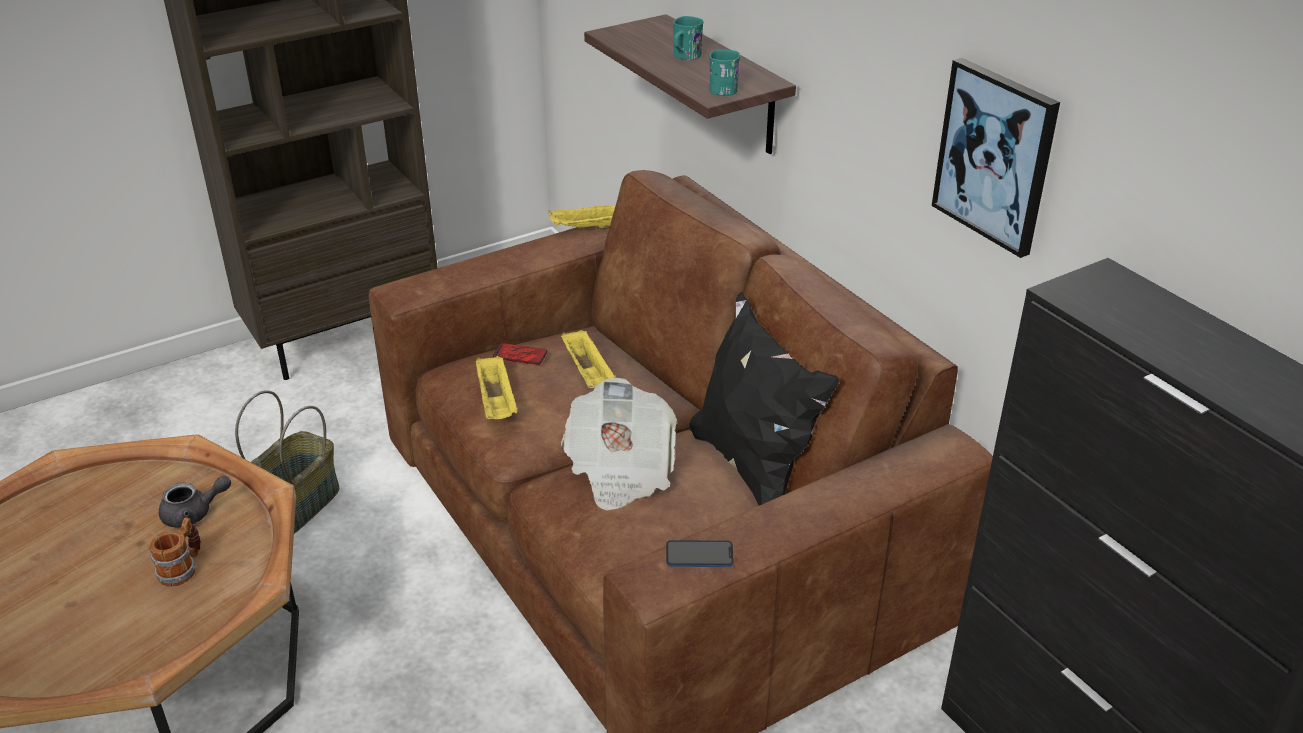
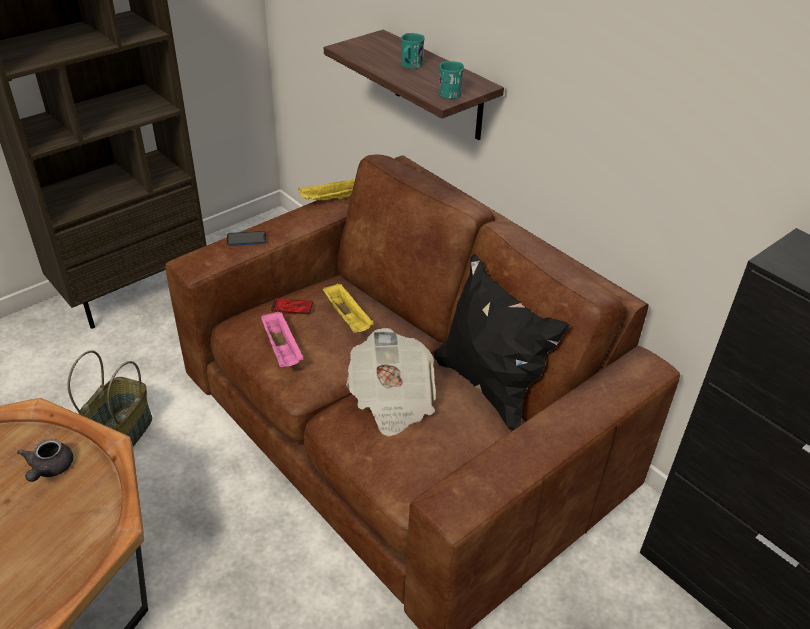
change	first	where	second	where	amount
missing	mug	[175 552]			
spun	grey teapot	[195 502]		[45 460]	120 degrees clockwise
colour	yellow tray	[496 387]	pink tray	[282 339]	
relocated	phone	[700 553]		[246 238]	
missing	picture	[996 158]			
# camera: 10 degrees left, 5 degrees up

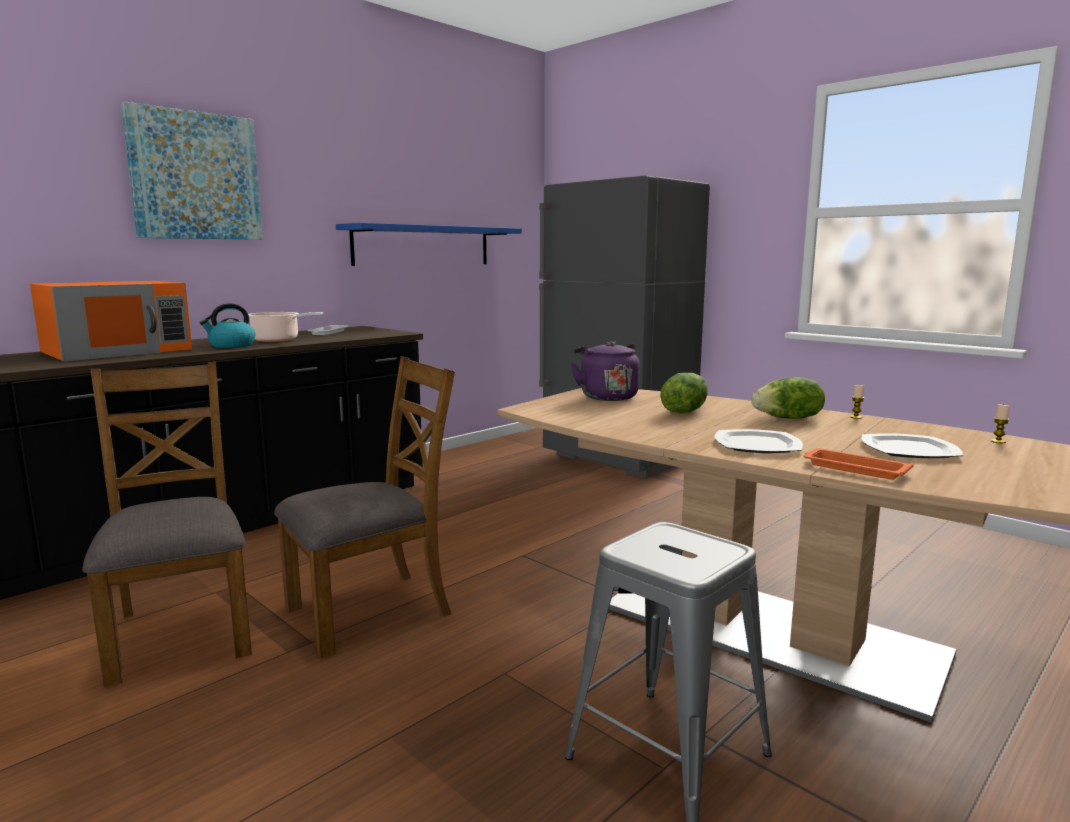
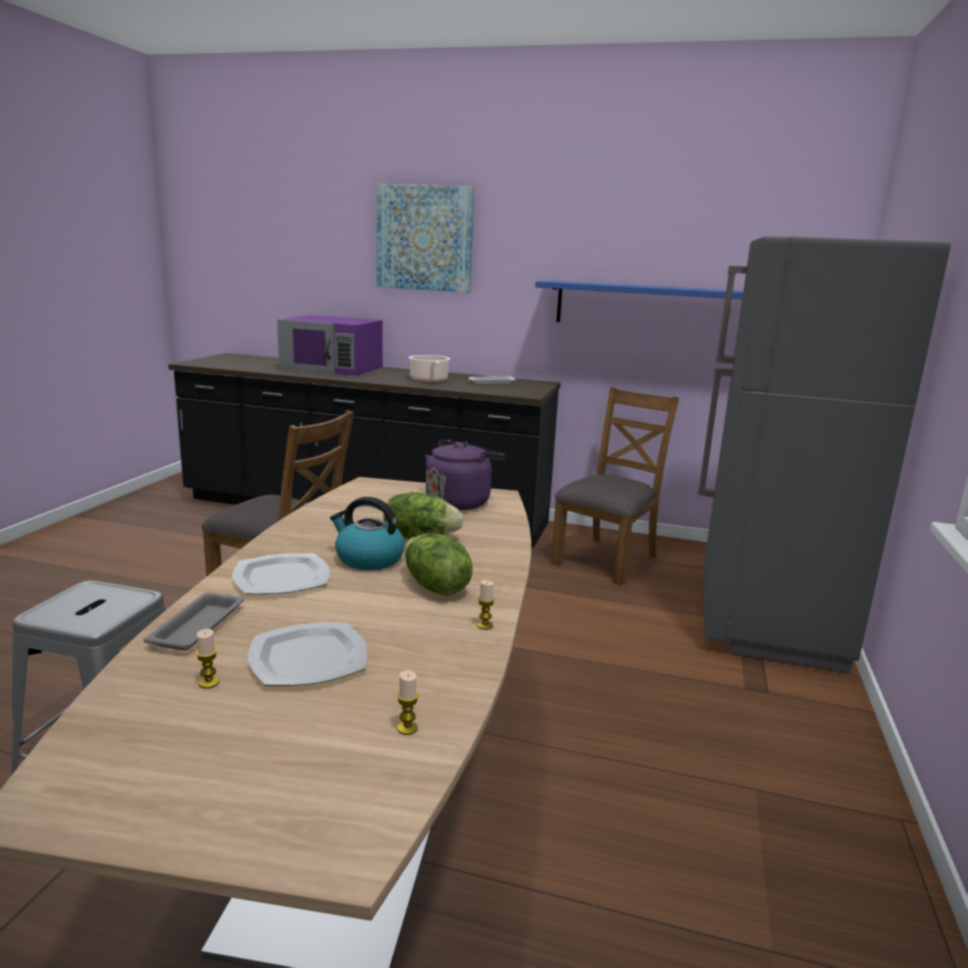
change	first	where	second	where	amount
colour	orange microwave	[111 321]	purple microwave	[330 345]	
relocated	brown chair	[167 524]		[615 486]	
relocated	kettle	[227 325]		[367 533]	
colour	orange tray	[859 464]	grey tray	[194 621]	
appeared			candle	[207 659]	
# camera: 60 degrees right, 5 degrees up

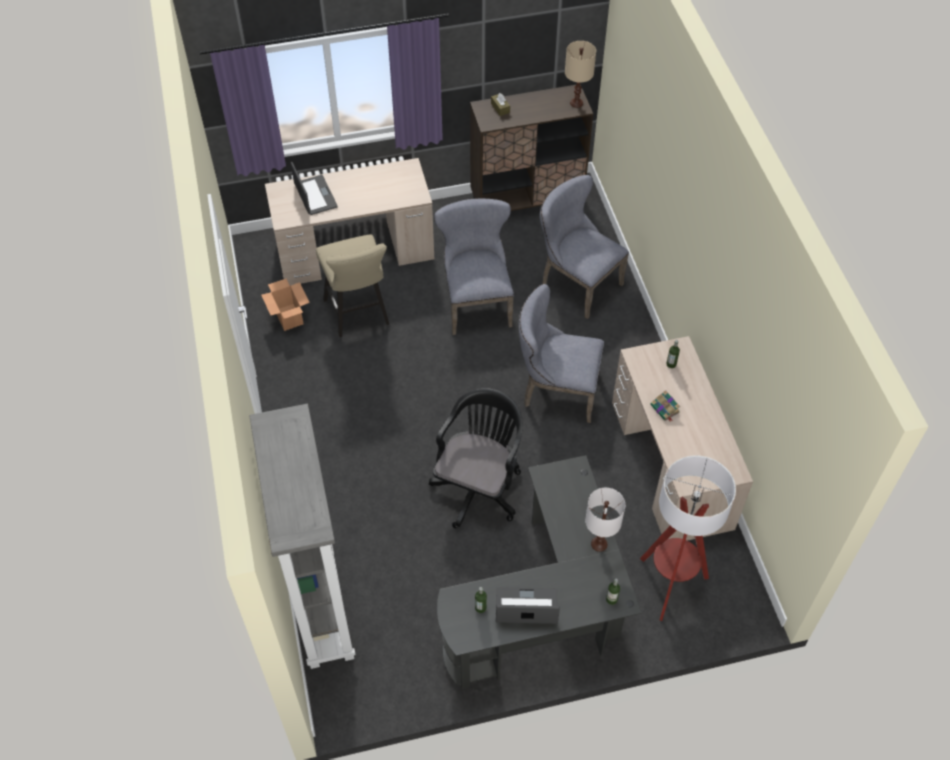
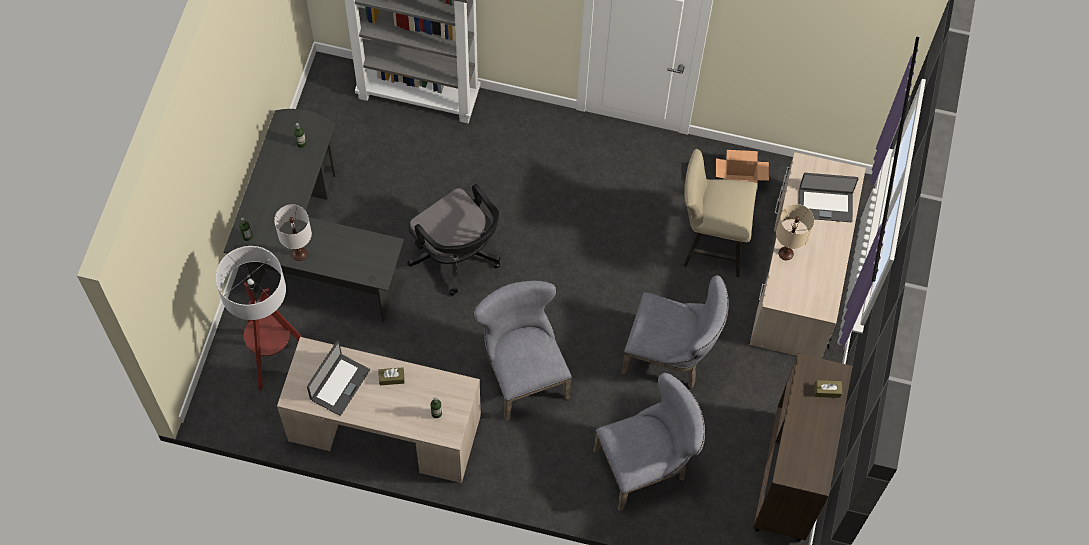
change	first	where	second	where	amount
relocated	laptop	[528 605]		[338 378]	
spun	grey chair	[561 353]		[522 350]	60 degrees counterclockwise
relocated	beige table lamp	[580 74]		[795 232]	
exchanged	book	[665 406]	brown tissue box	[391 376]	
# camera: 115 degrees right, 10 degrees up

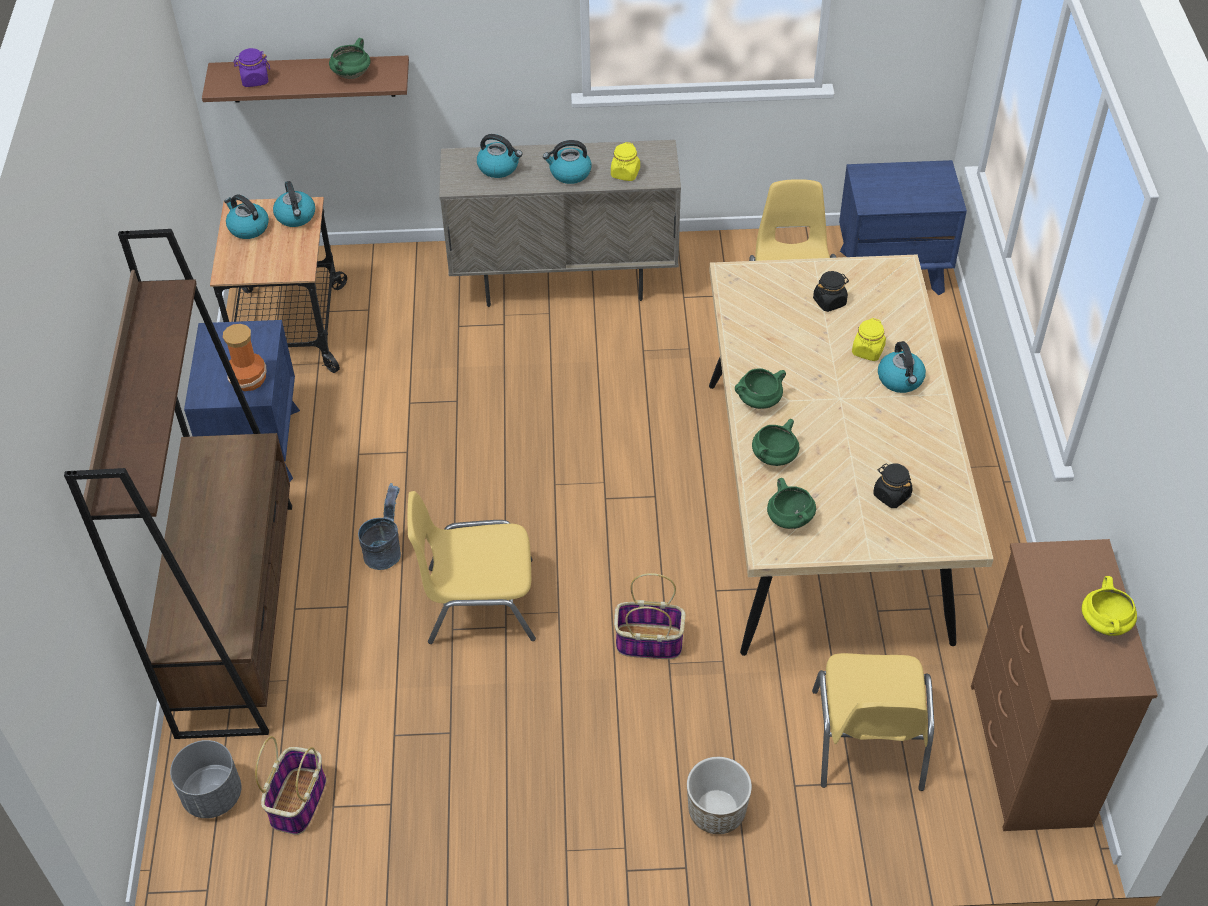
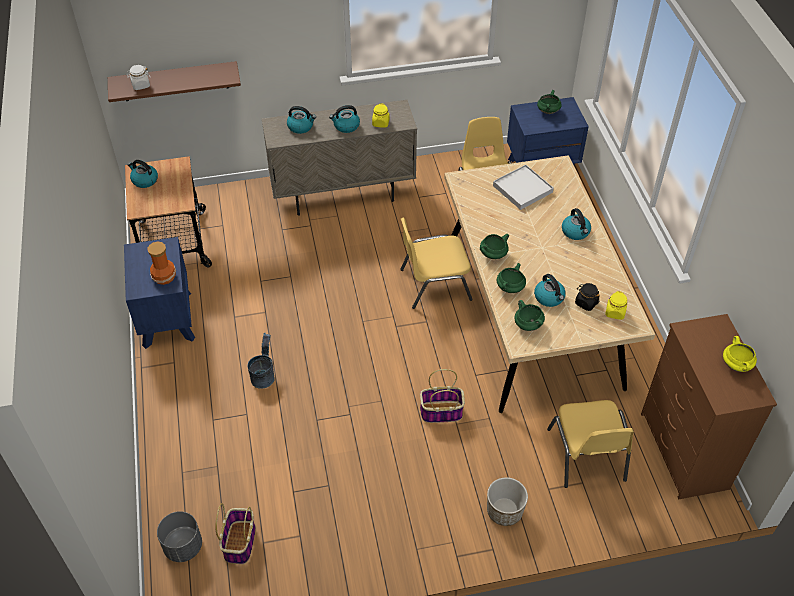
change	first	where	second	where	amount
missing	brown bookcase	[178 484]			
colour	purple jar	[252 67]	white jar	[138 77]	
relocated	kettle	[294 204]		[550 290]	
relocated	green cooking pot	[350 58]		[549 102]	
relocated	yellow chair	[471 567]		[436 263]	
exchanged	black jar	[831 291]	white tray	[523 187]	
relocated	yellow jar	[869 339]		[616 305]	
# camera: 10 degrees left, 0 degrees up

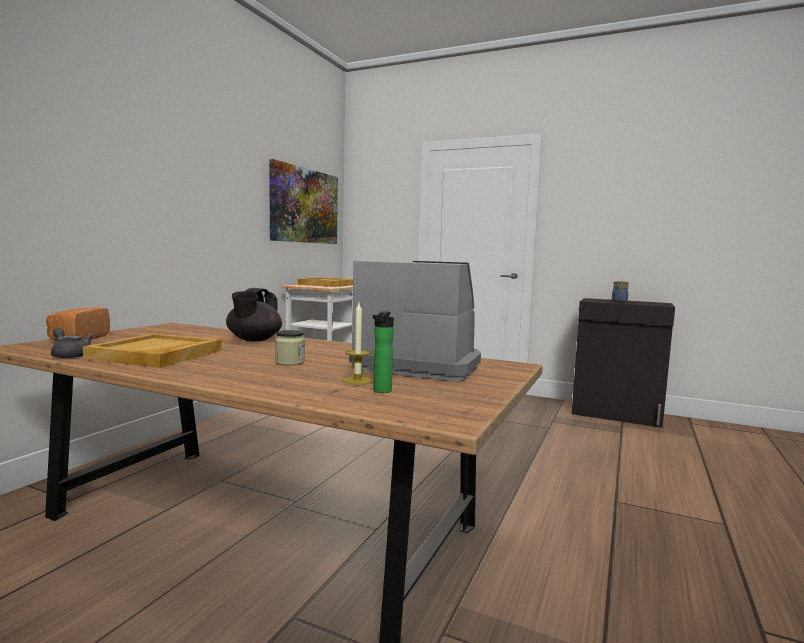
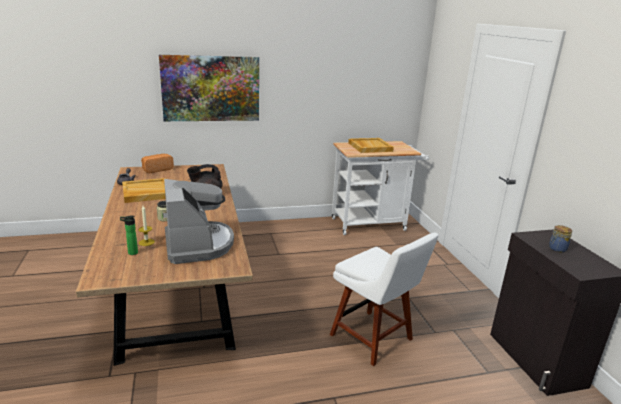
change	first	where	second	where	amount
relocated	picture	[303 201]		[209 88]	
appeared			white chair	[384 299]	
# camera: 50 degrees right, 15 degrees up

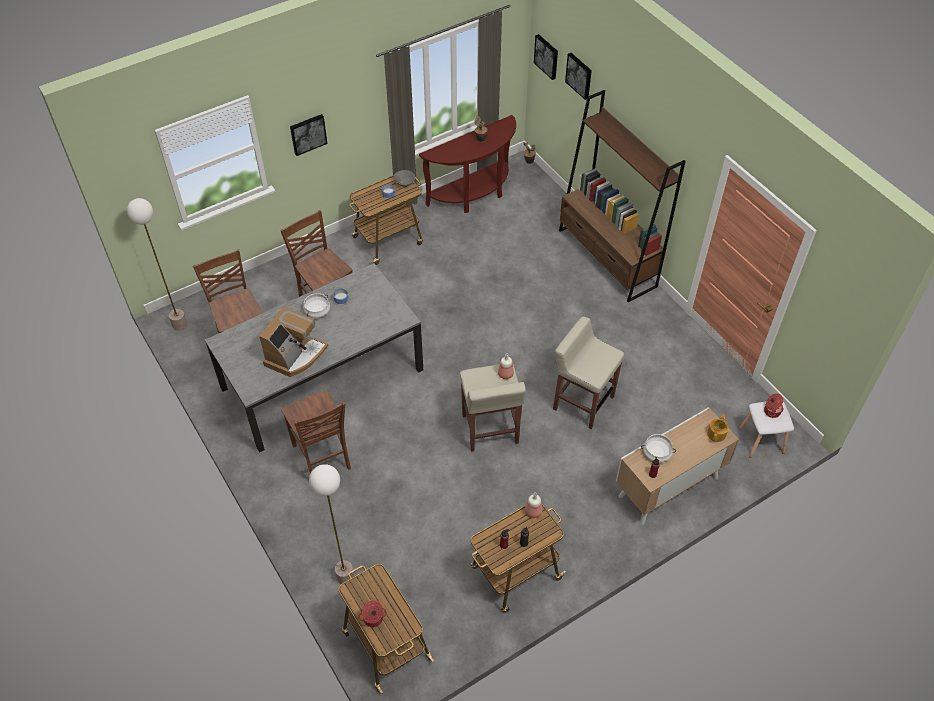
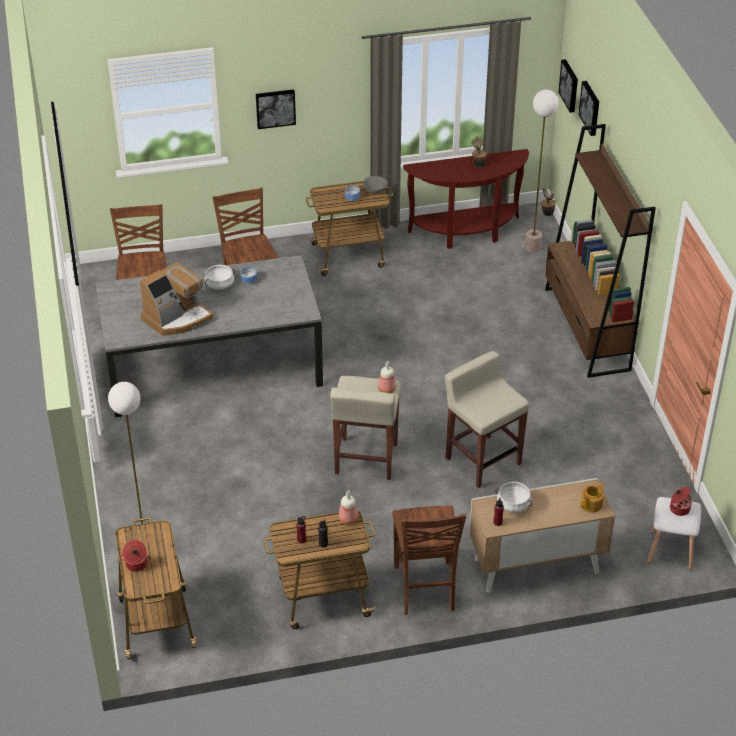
change	first	where	second	where	amount
relocated	floor lamp	[157 264]		[542 171]	
relocated	brown chair	[316 432]		[429 560]	
# camera: 20 degrees right, 10 degrees down

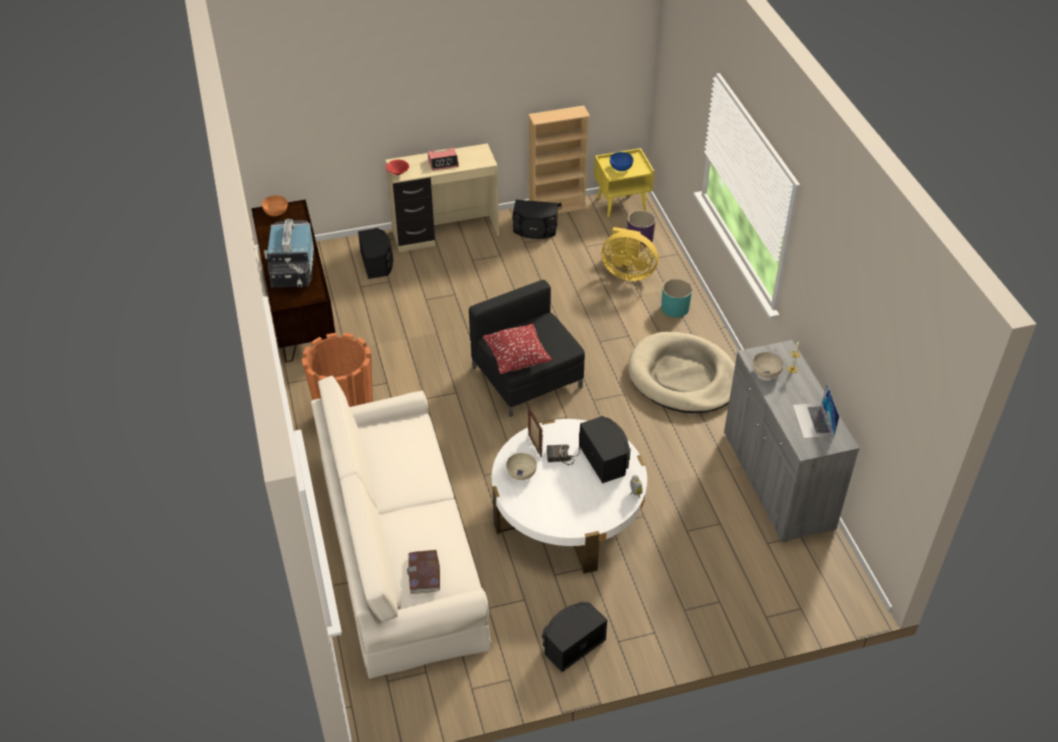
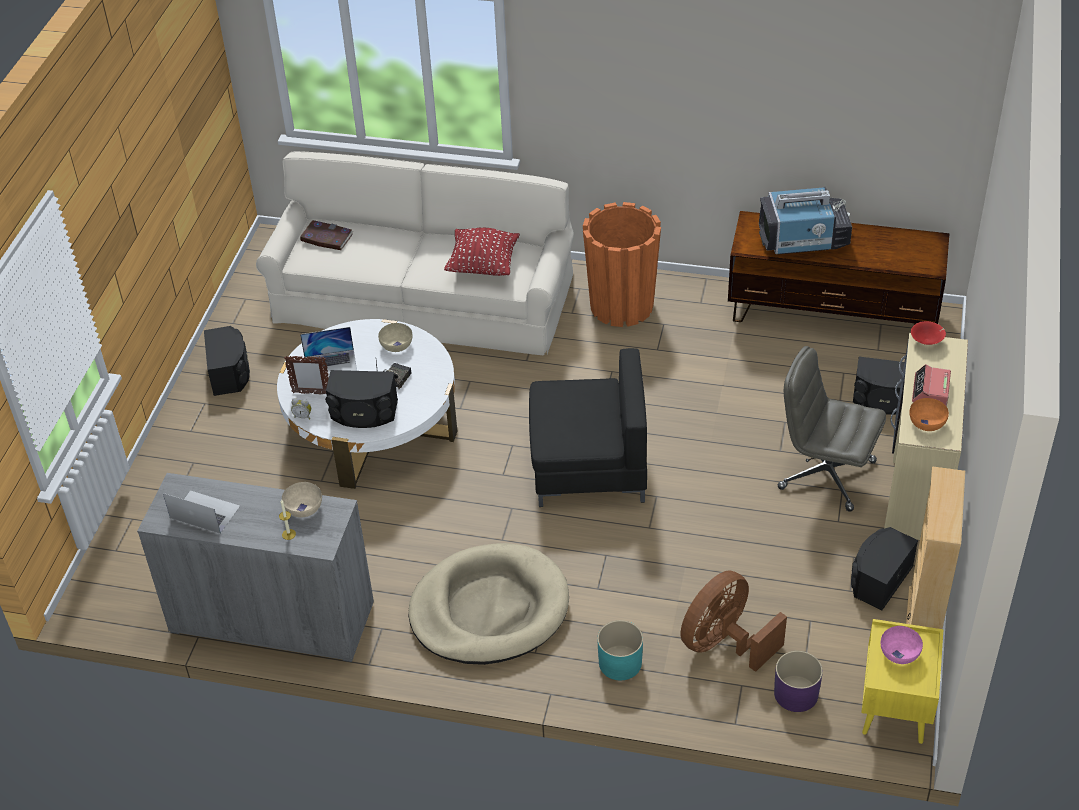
change	first	where	second	where	amount
relocated	orange bowl	[275 205]		[929 414]	
spun	television	[289 253]		[805 220]	150 degrees clockwise
relocated	red pillow	[517 349]		[482 252]	
relocated	picture frame	[535 431]		[306 374]	
colour	yellow fan	[630 254]	brown fan	[733 621]	
colour	blue bowl	[621 161]	pink bowl	[902 645]	
appeared			laptop	[328 352]	
appeared			grey office chair	[832 429]	
# camera: 120 degrees right, 0 degrees up

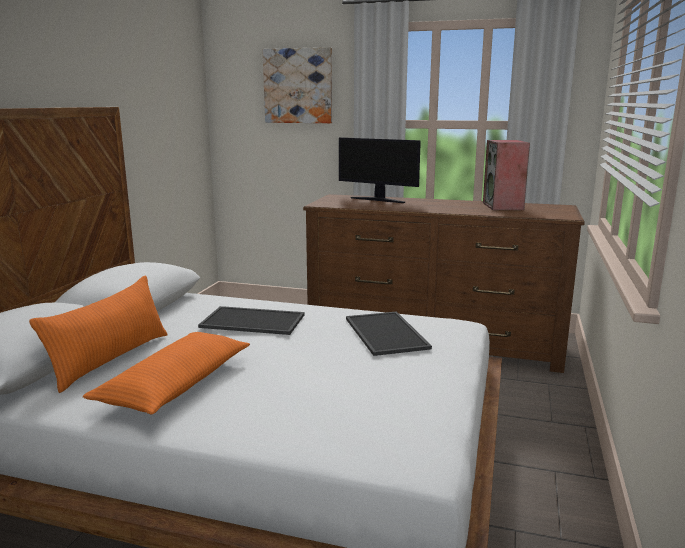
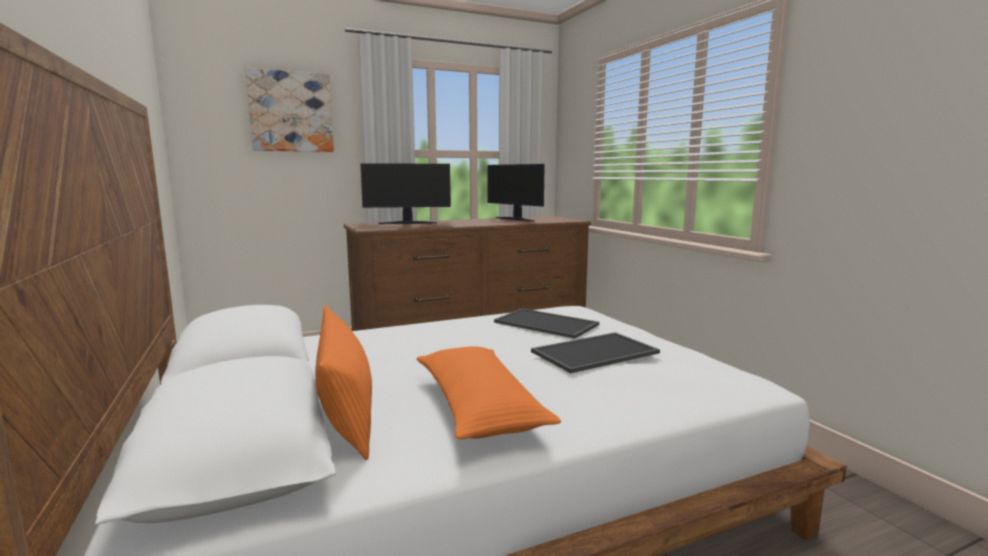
change	first	where	second	where	amount
relocated	tray	[251 320]		[595 352]	
exchanged	speaker	[506 175]	monitor	[516 193]	
# camera: 40 degrees left, 5 degrees down

